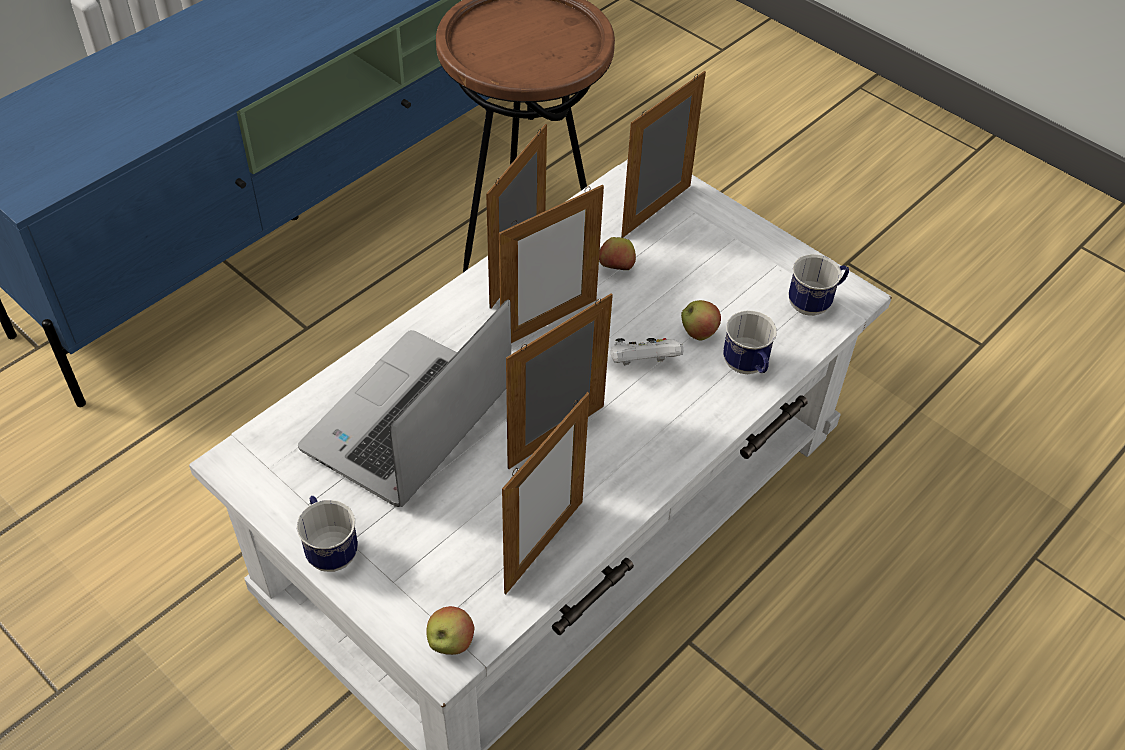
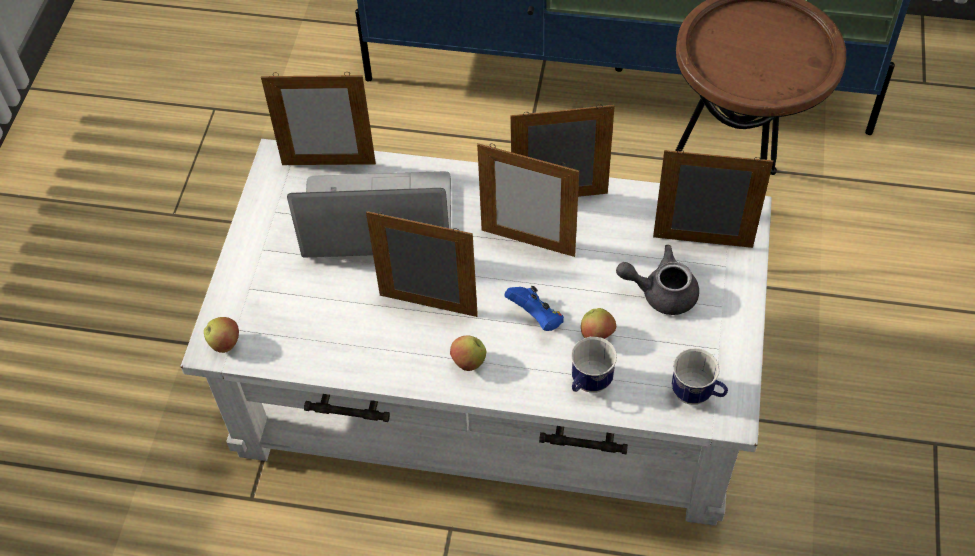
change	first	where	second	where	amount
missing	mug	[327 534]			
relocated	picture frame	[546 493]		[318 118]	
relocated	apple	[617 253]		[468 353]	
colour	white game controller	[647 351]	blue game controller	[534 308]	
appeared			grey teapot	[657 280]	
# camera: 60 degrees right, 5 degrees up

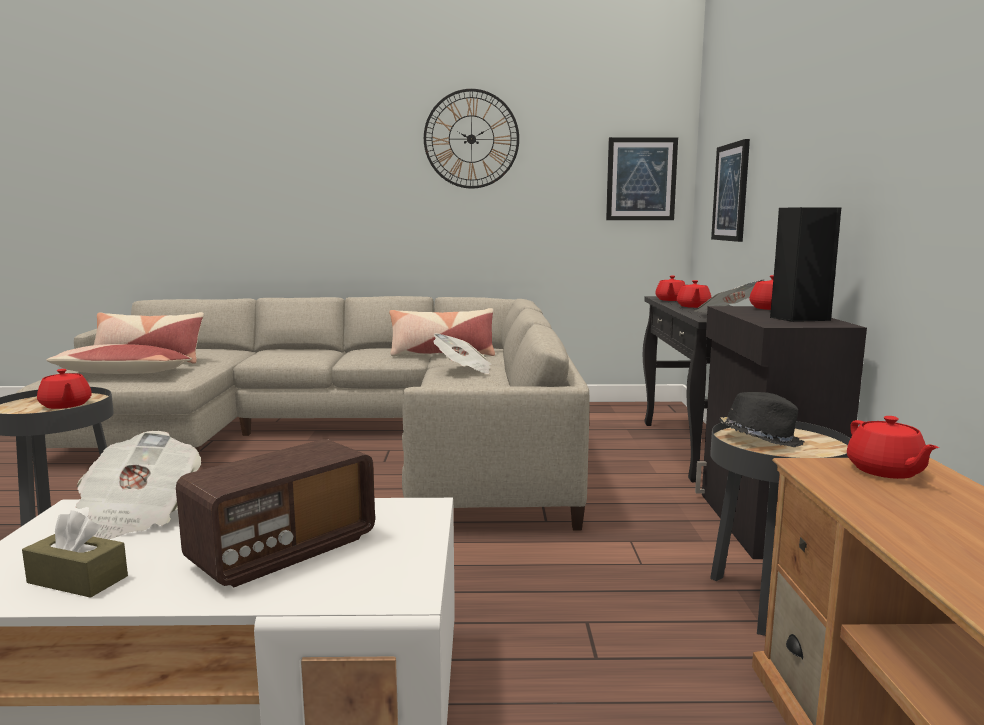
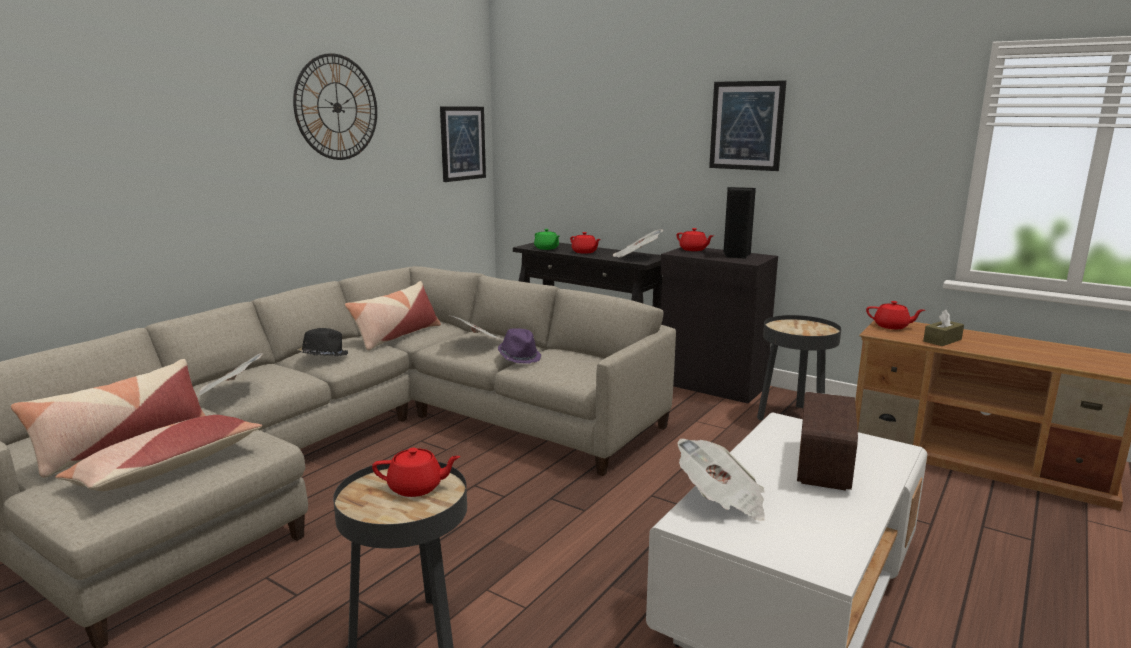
change	first	where	second	where	amount
relocated	brown tissue box	[75 554]		[943 328]	
spun	radio	[275 513]		[827 441]	150 degrees counterclockwise
colour	red teapot	[670 288]	green teapot	[547 239]	
relocated	picture	[730 190]		[747 125]	
relocated	black hat	[761 419]		[322 342]	
appeared			newspaper	[230 374]	
appeared			purple hat	[519 346]	
# camera: 55 degrees left, 5 degrees up

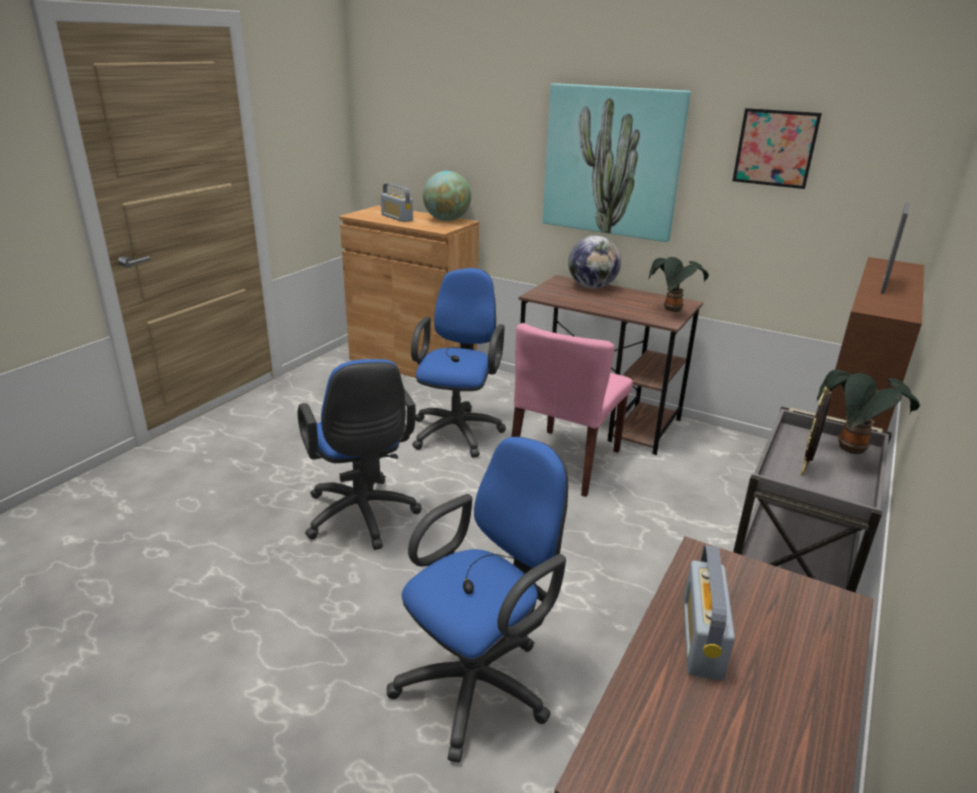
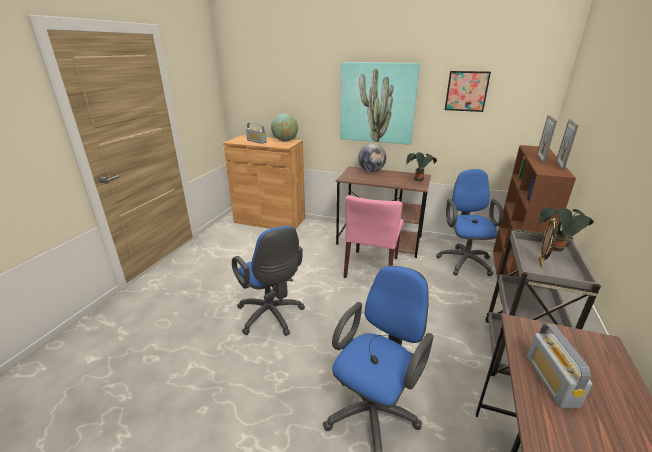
change	first	where	second	where	amount
relocated	blue office chair	[458 363]		[470 222]	
appeared			picture frame	[567 145]	
# camera: 10 degrees left, 0 degrees up

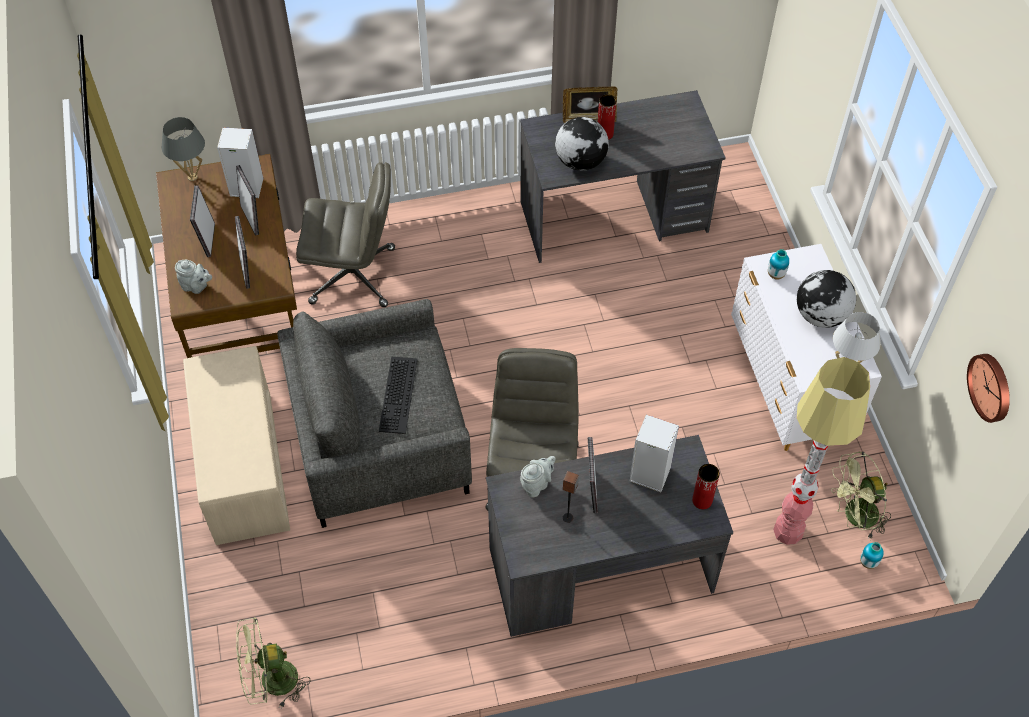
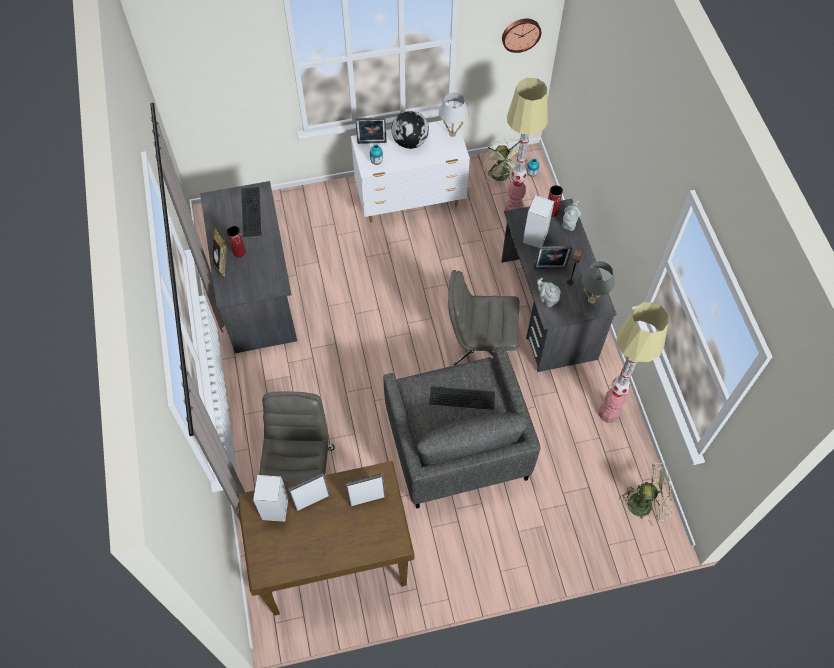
change	first	where	second	where	amount
relocated	grey table lamp	[183 149]		[597 282]	
relocated	grey teapot	[193 277]		[571 216]	
missing	beige bench	[236 445]			
relocated	picture frame	[202 221]		[371 130]	
spun	green fan	[273 663]		[645 494]	75 degrees counterclockwise
missing	globe	[582 144]			
appeared			keyboard	[251 212]	
appeared			floor lamp	[633 362]	
# camera: 90 degrees left, 5 degrees up

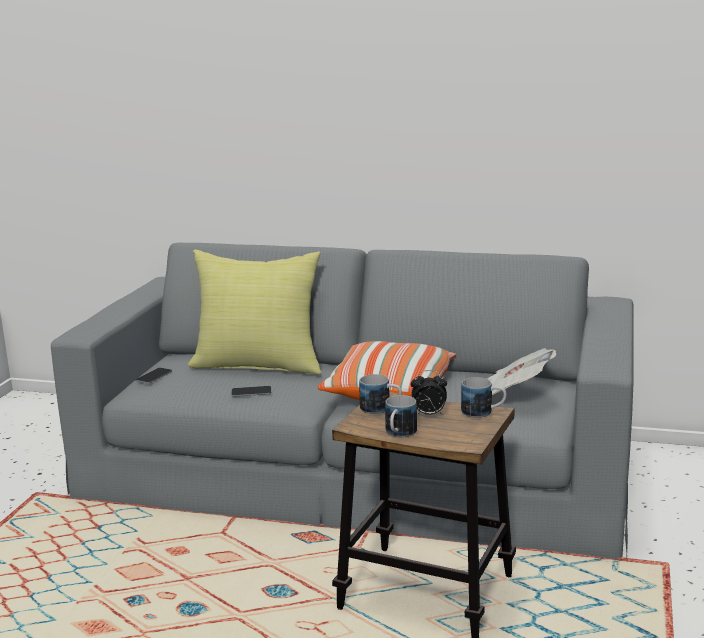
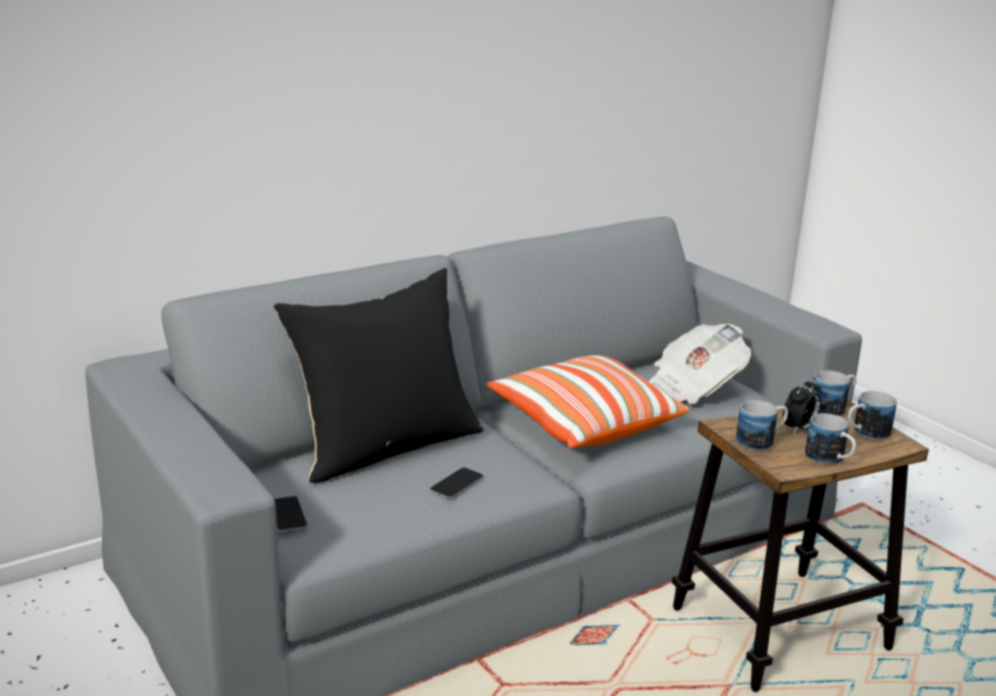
change	first	where	second	where	amount
colour	yellow pillow	[254 312]	black pillow	[378 375]	
appeared			mug	[872 415]	
# camera: 50 degrees left, 5 degrees up

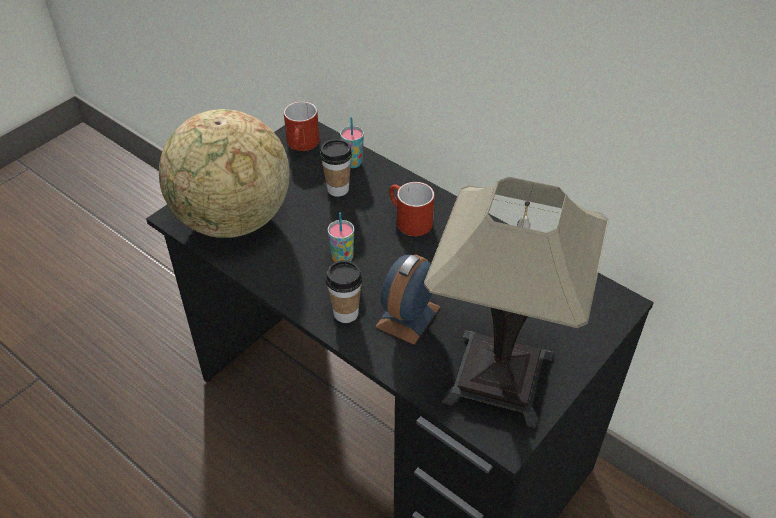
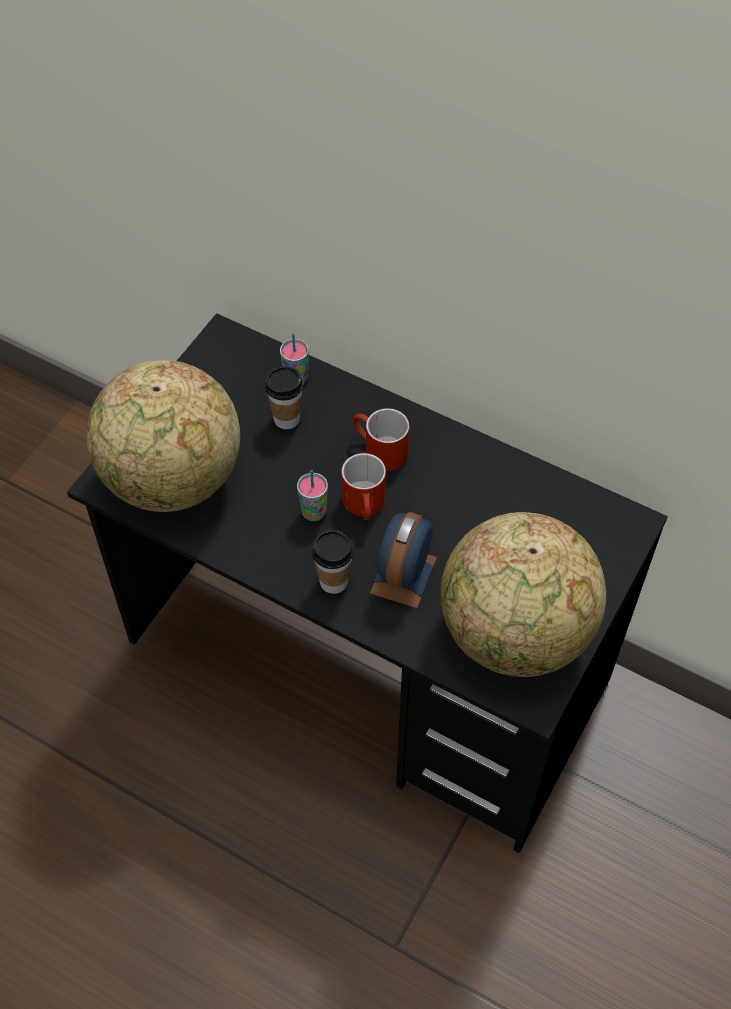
change	first	where	second	where	amount
relocated	red mug	[301 126]		[363 486]	
exchanged	table lamp	[516 302]	globe	[523 594]	
# camera: 10 degrees left, 10 degrees up

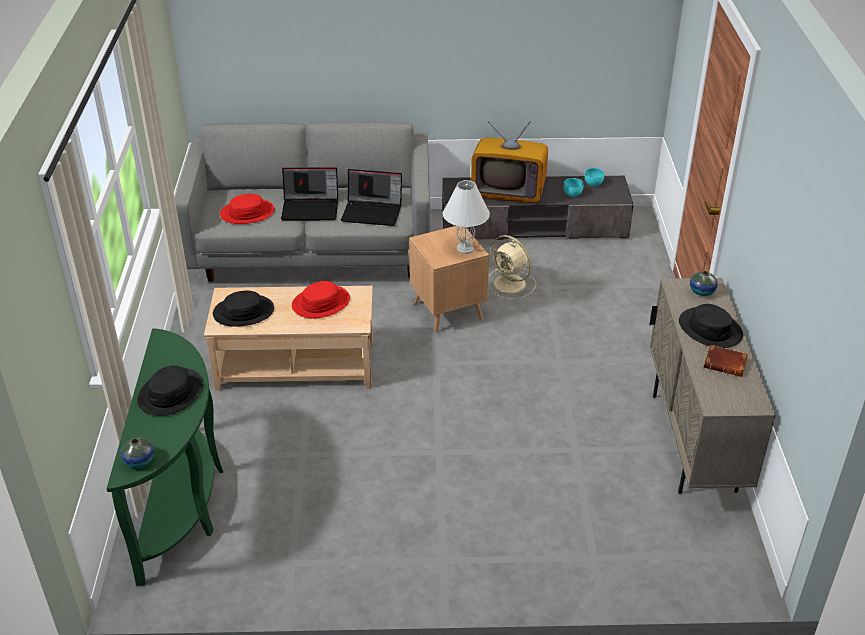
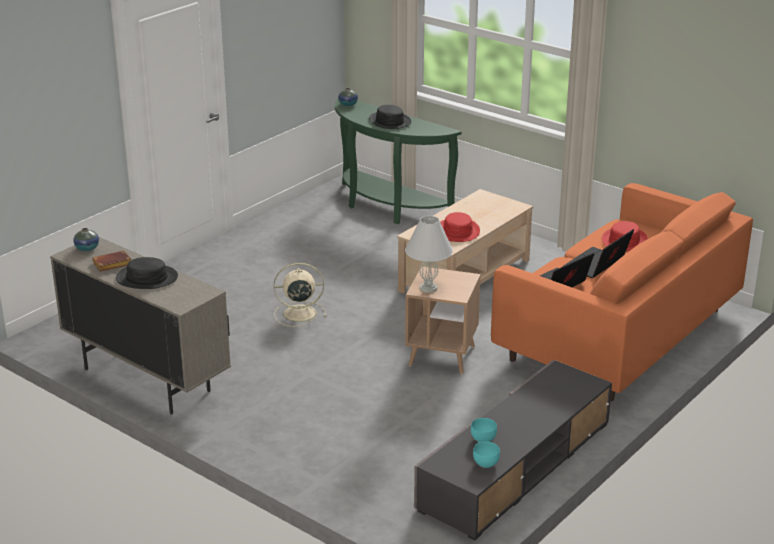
change	first	where	second	where	amount
colour	grey sofa	[302 202]	orange sofa	[622 292]	
missing	black hat	[243 309]			
missing	television	[509 162]			
relocated	beige fan	[512 267]		[300 295]	
relocated	vase	[704 283]		[86 239]	
# camera: 130 degrees right, 10 degrees down

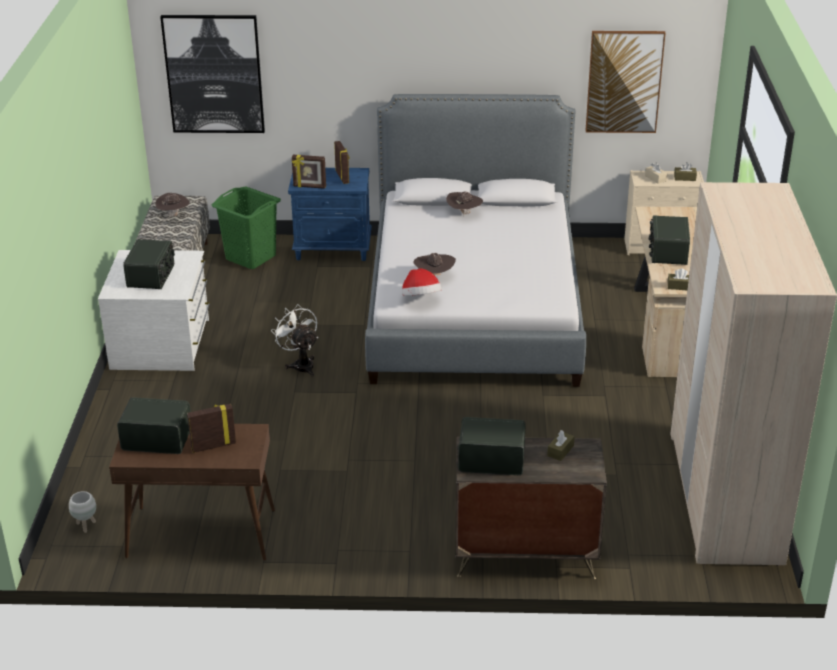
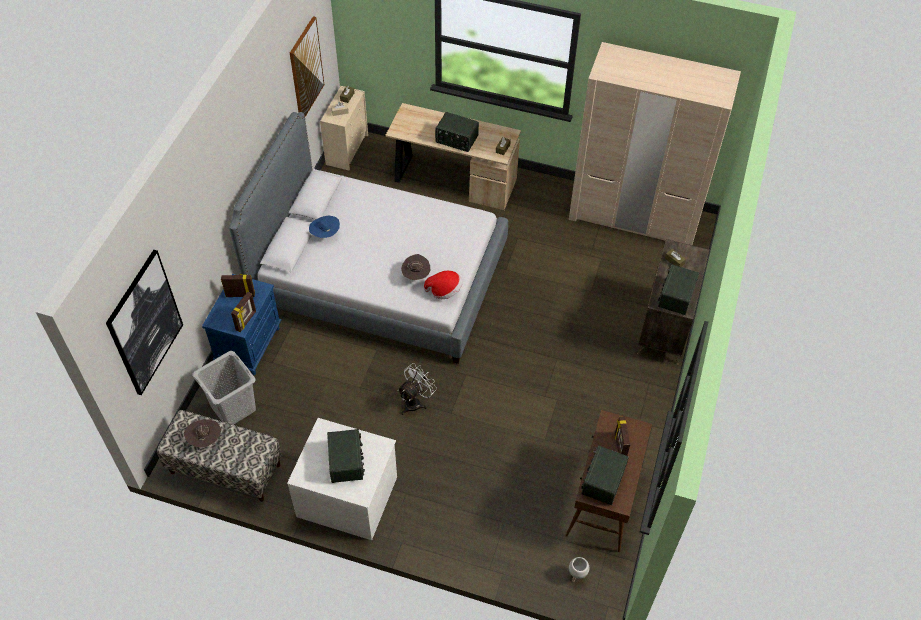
change	first	where	second	where	amount
spun	radio	[149 264]		[346 456]	60 degrees clockwise
colour	green laundry basket	[246 227]	grey laundry basket	[224 388]	
spun	white fan	[294 340]		[417 389]	150 degrees clockwise
colour	brown hat	[464 204]	blue hat	[324 226]	
# camera: 75 degrees left, 20 degrees up

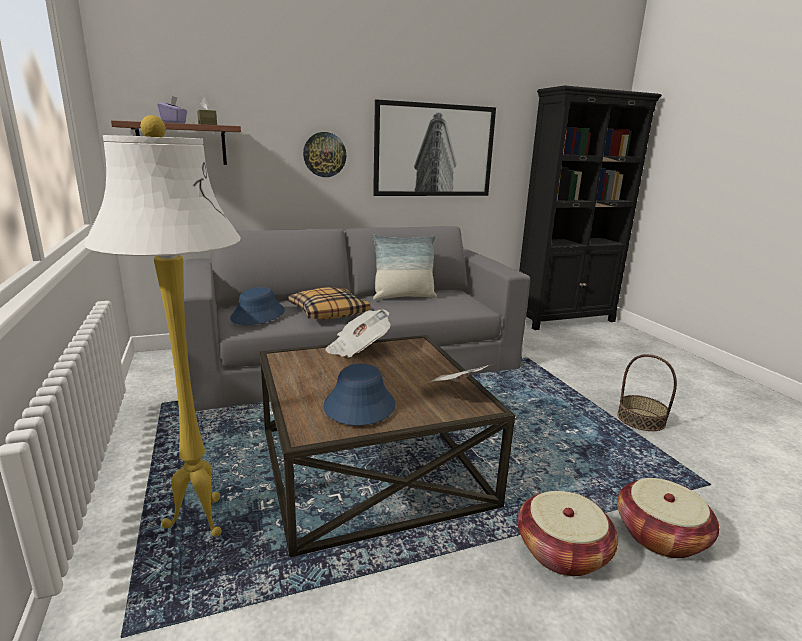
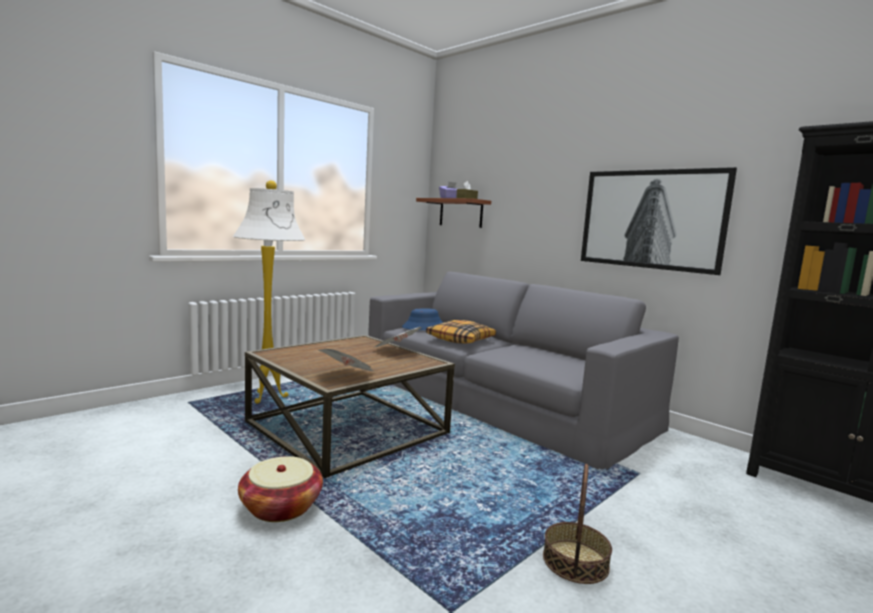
change	first	where	second	where	amount
missing	wall clock	[324 154]			
missing	blue hat	[359 394]			
missing	pillow	[405 267]			
missing	basket	[668 518]			
# camera: 65 degrees right, 10 degrees down

